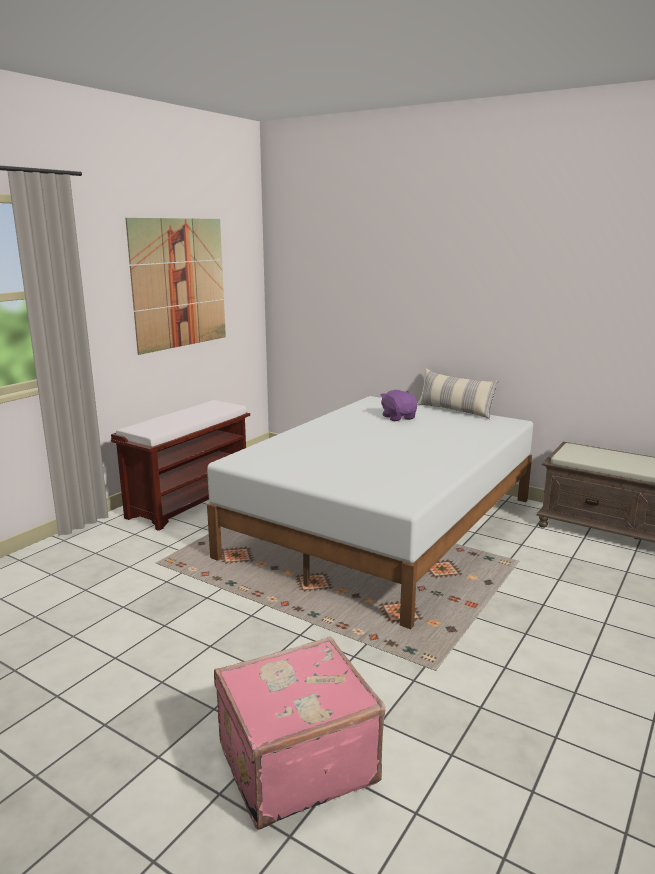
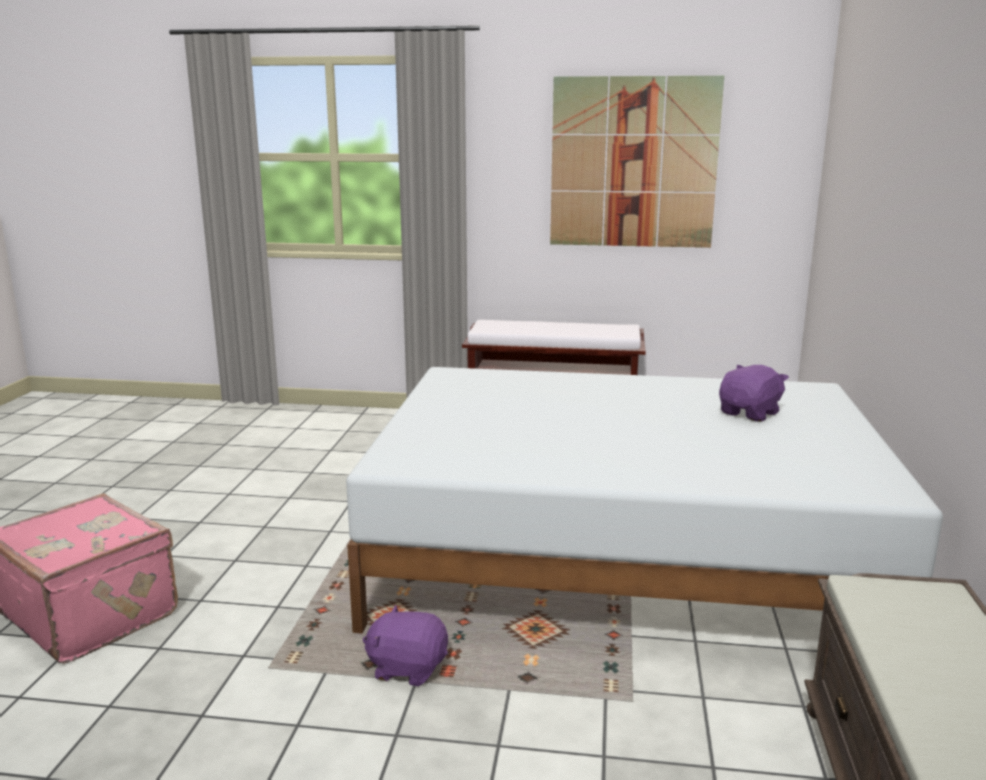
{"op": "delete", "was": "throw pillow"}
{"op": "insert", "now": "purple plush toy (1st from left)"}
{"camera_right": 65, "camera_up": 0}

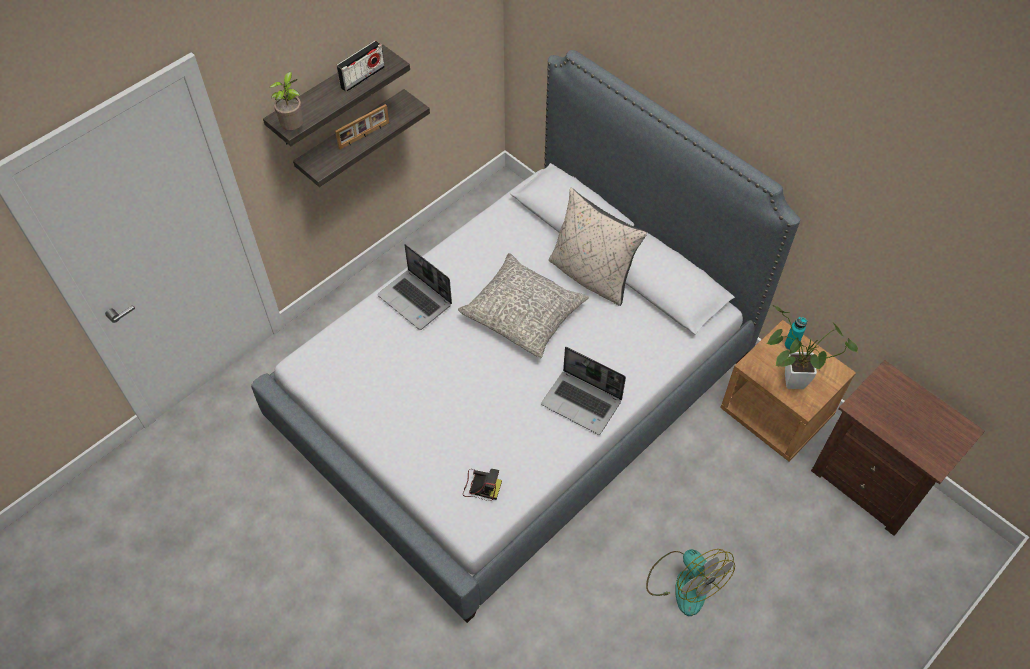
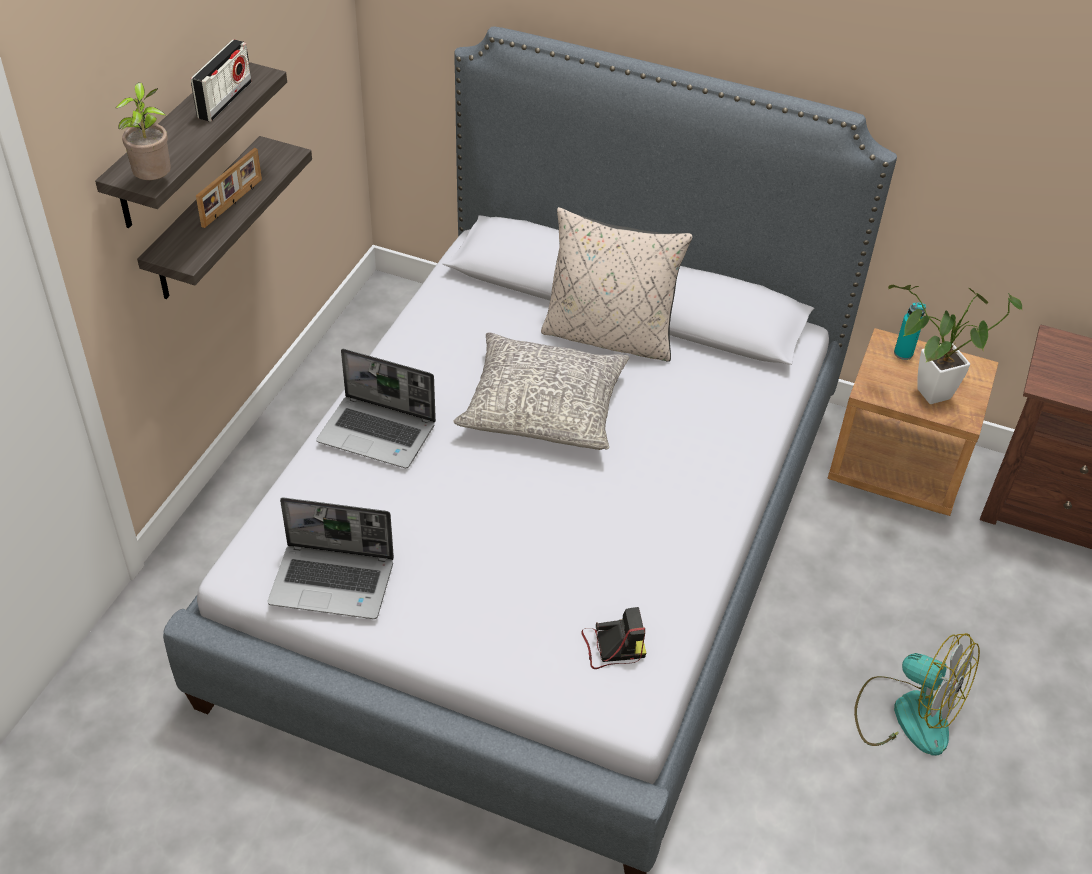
{"op": "move", "was": "portable computer (2nd from left in the first image)", "now": "portable computer (1st from left)"}
{"camera_right": -25, "camera_up": -10}

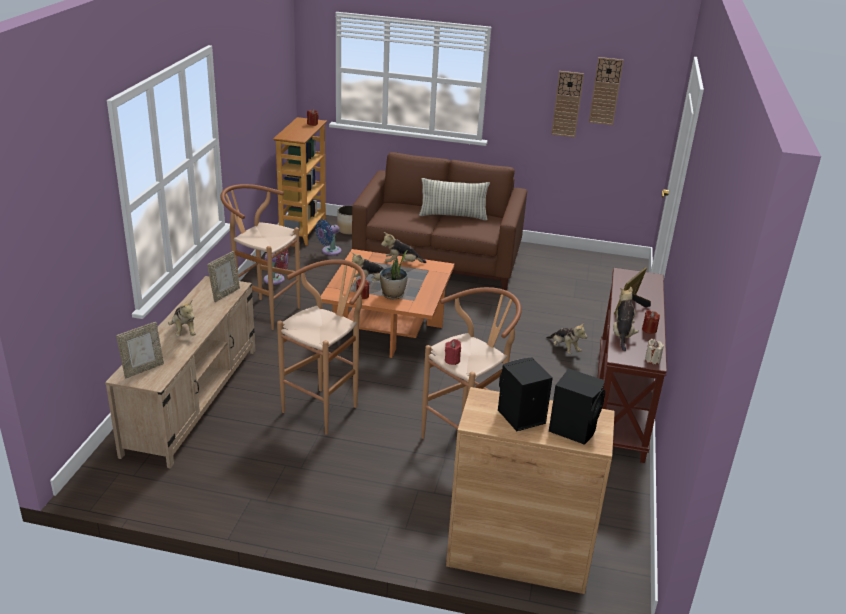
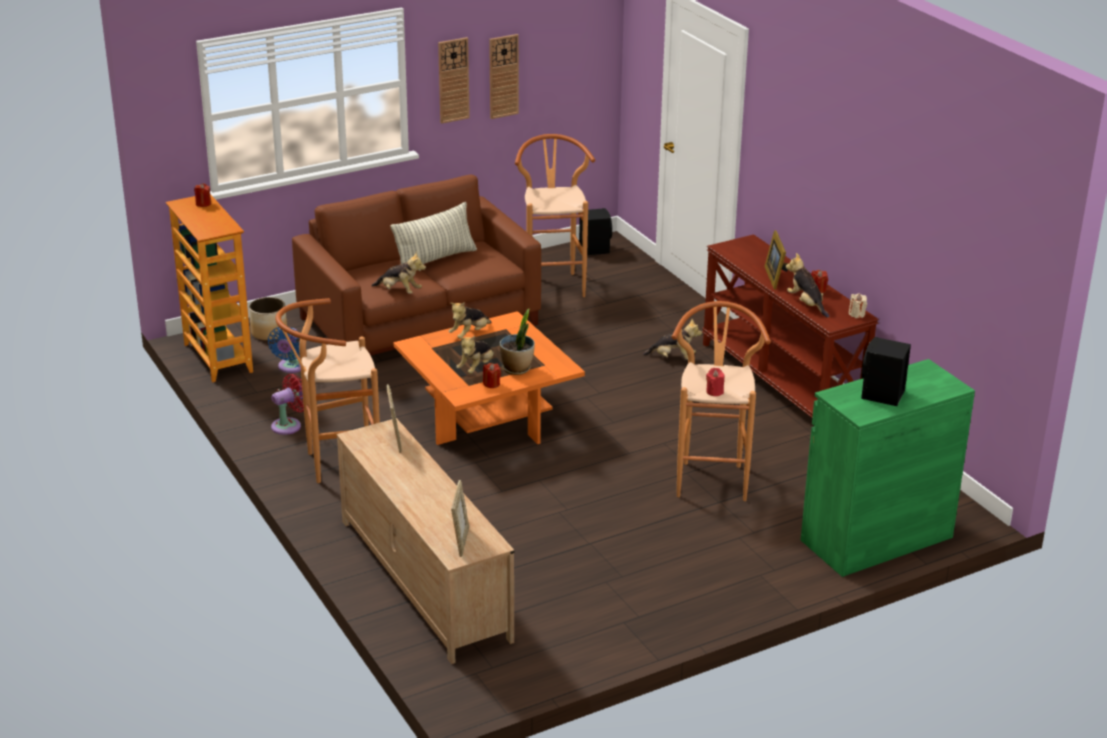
{"op": "move", "was": "plush toy (1st from left)"}
{"op": "move", "was": "brown-coloured sitting stool (2nd from left)"}
{"op": "move", "was": "black speaker (2nd from left in the first image)", "now": "black speaker (1st from left)"}
{"op": "move", "was": "clock on the wall (2nd from left in the first image)", "now": "clock on the wall (1st from left)"}
{"op": "recolor", "was": "brown-coloured storage cabinet", "now": "green-coloured storage cabinet"}
{"camera_right": -40, "camera_up": 0}

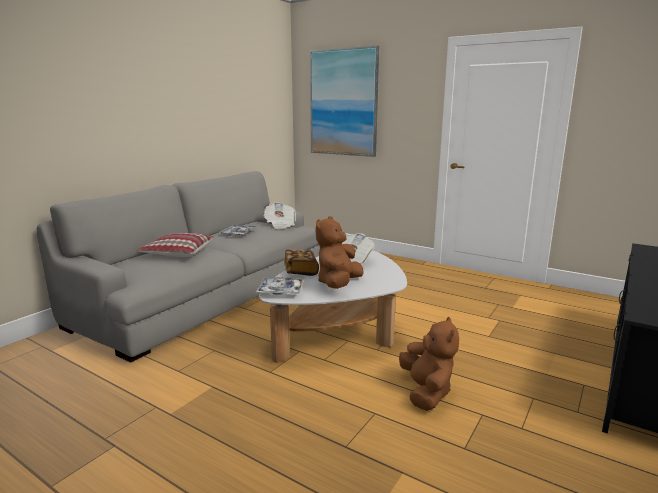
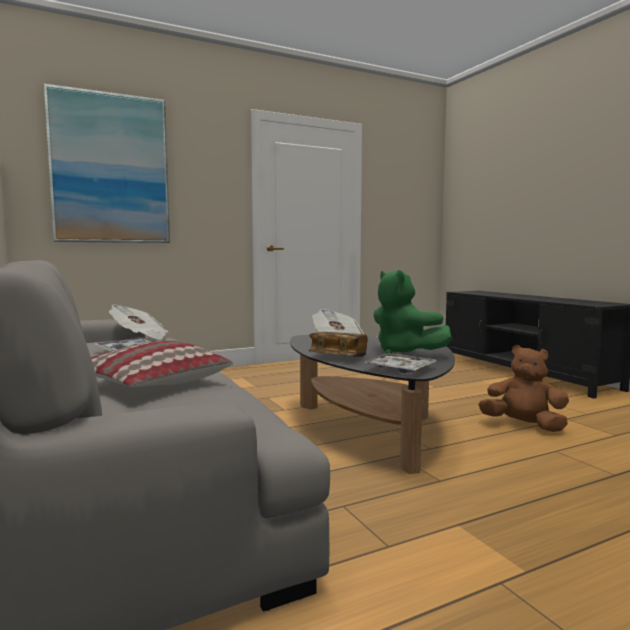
{"op": "recolor", "was": "white-coloured coffee table", "now": "black coffee table"}
{"op": "recolor", "was": "brown-coloured plush toy (1st from left)", "now": "green-coloured plush toy"}
{"camera_right": -60, "camera_up": -10}

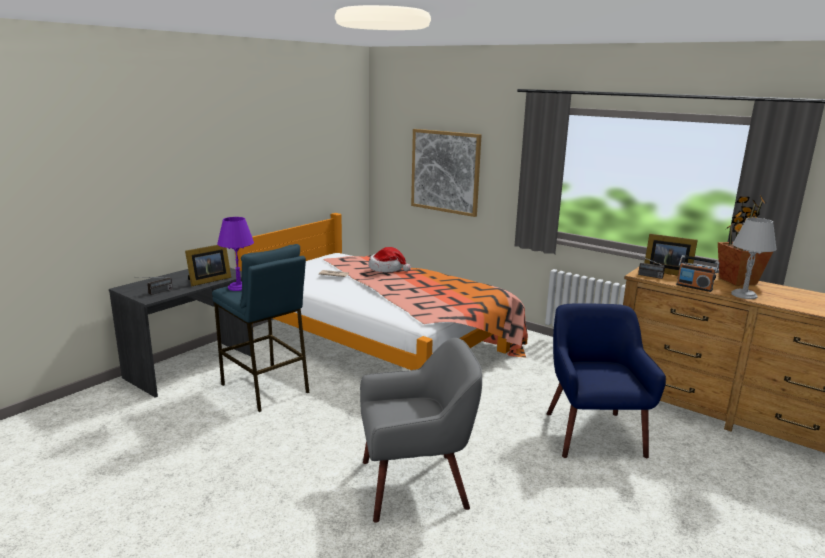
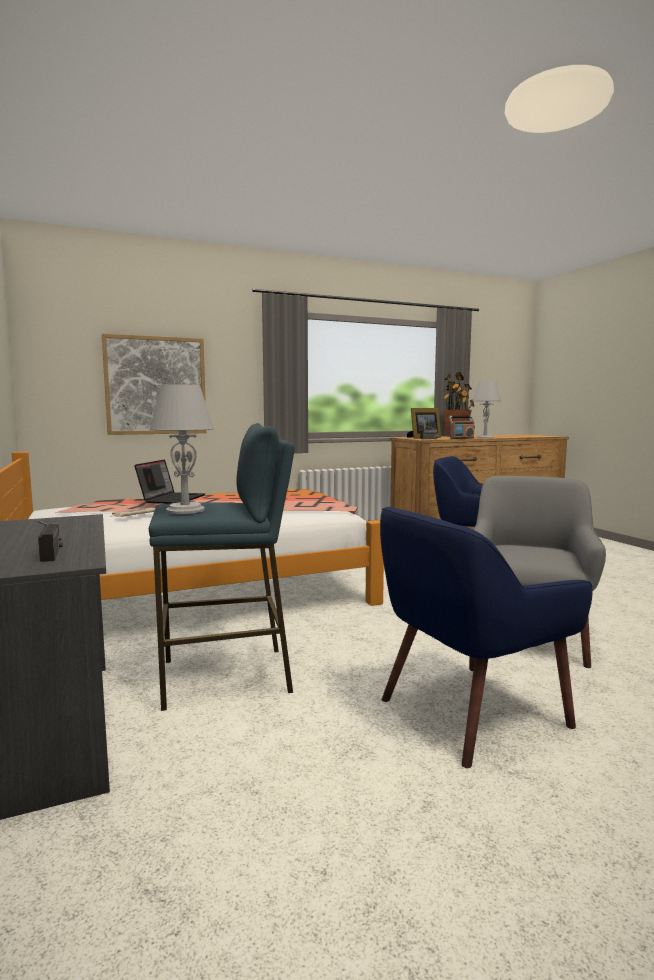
{"op": "delete", "was": "photo frame (1st from left)"}
{"op": "insert", "now": "blue-coloured easy chair (2nd from left)"}
{"op": "replace", "was": "clothing hat", "now": "portable computer"}
{"op": "recolor", "was": "purple tabletop lamp", "now": "gray tabletop lamp (1st from left)"}
{"camera_right": -60, "camera_up": -10}

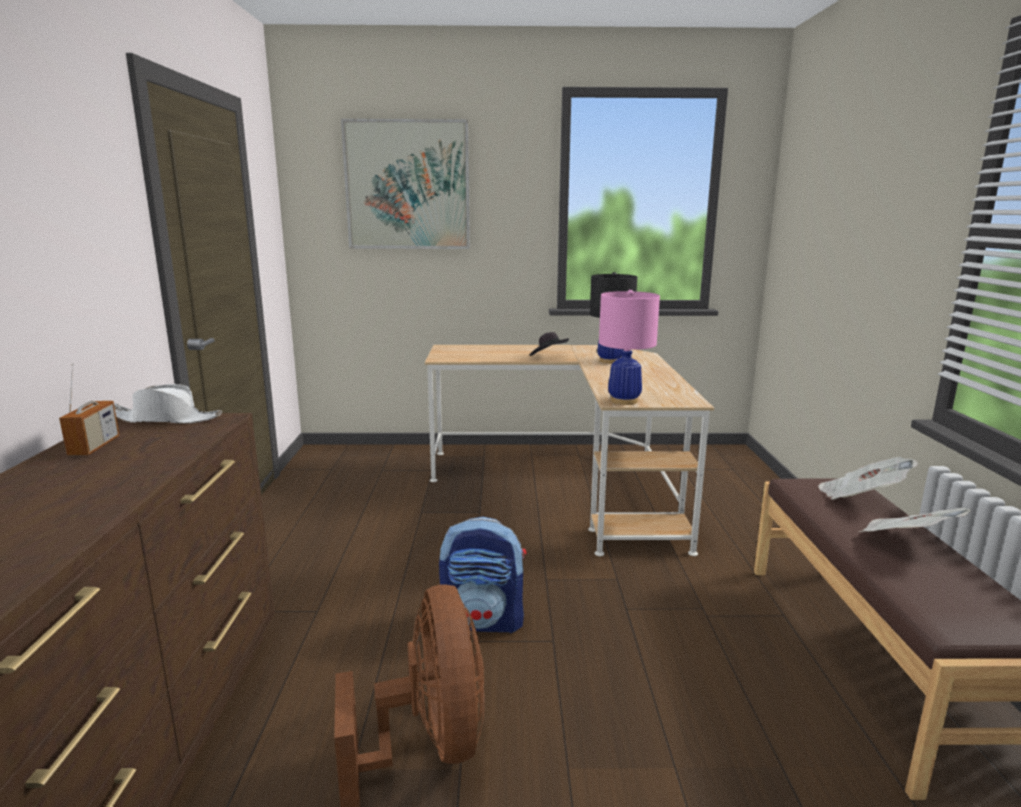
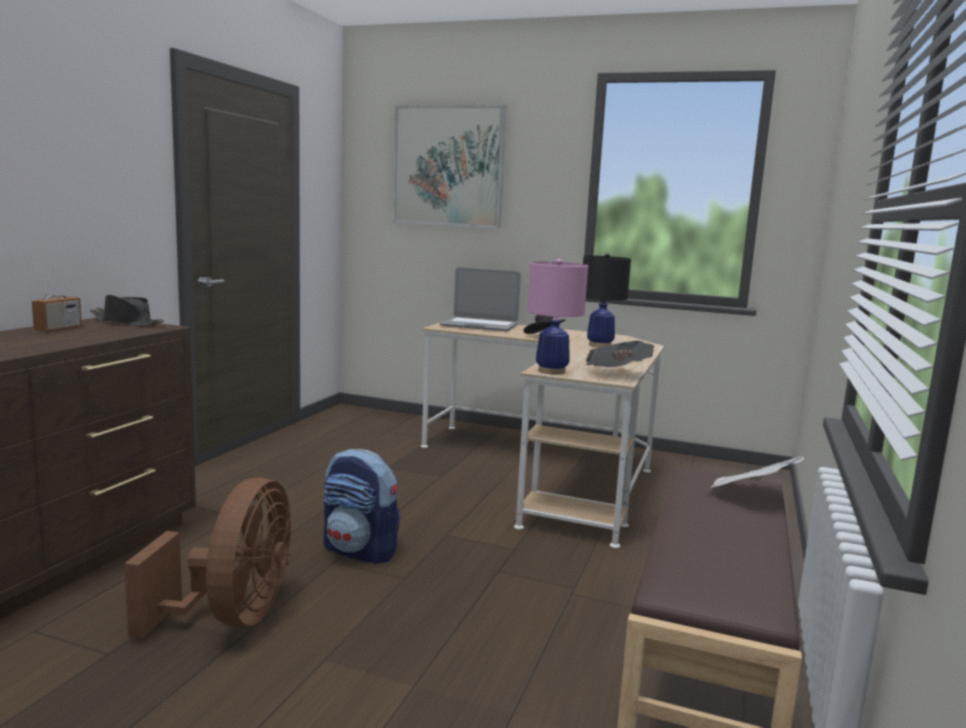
{"op": "insert", "now": "portable computer"}
{"op": "move", "was": "daily paper (2nd from left in the first image)", "now": "daily paper (1st from left)"}
{"op": "recolor", "was": "white-coloured clothing hat", "now": "black clothing hat (1st from left)"}
{"camera_right": 20, "camera_up": -5}

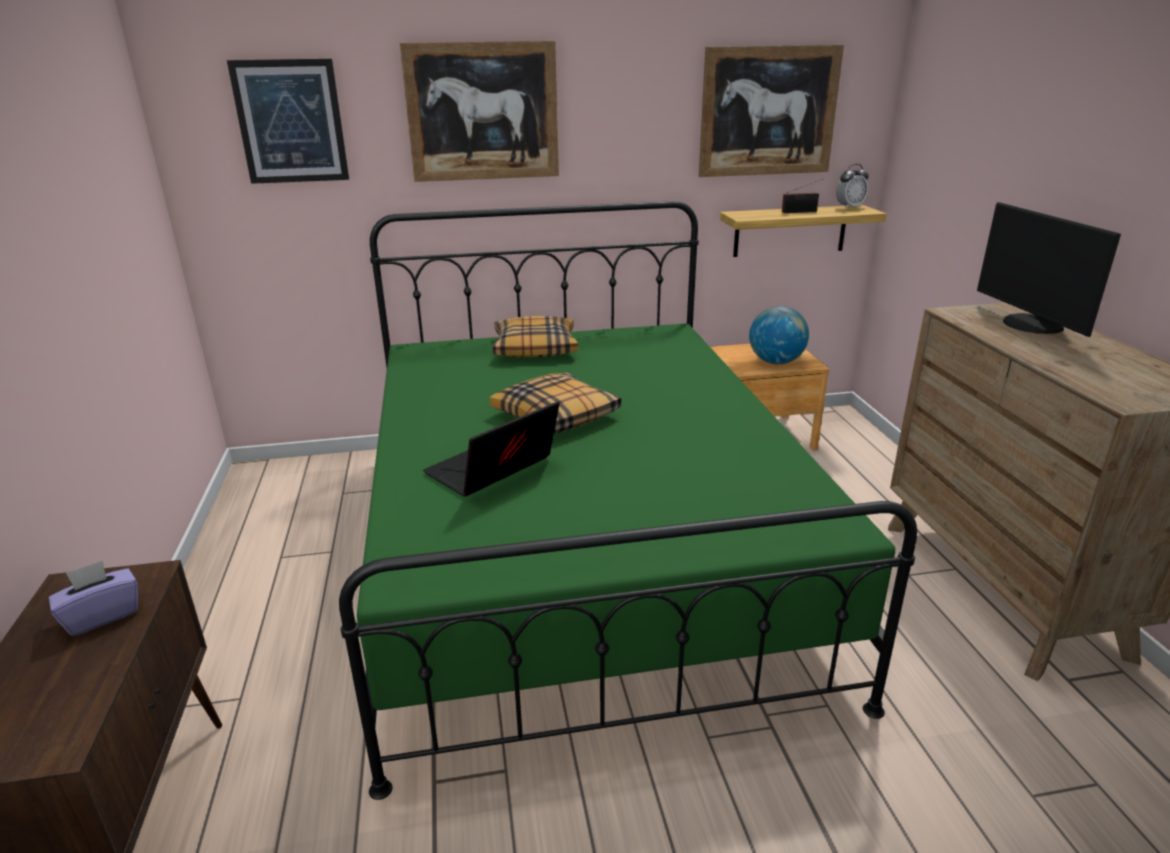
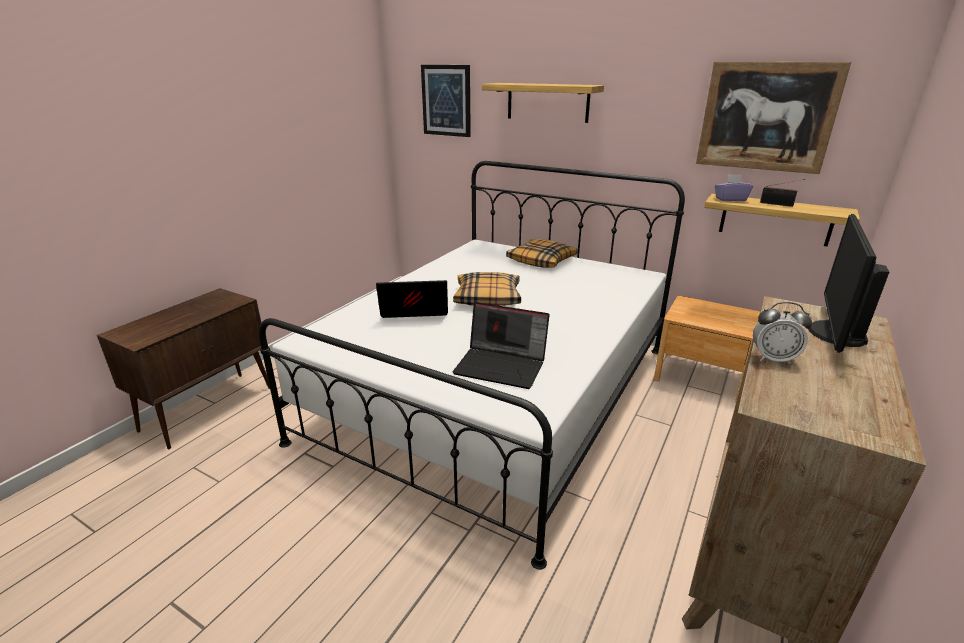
{"op": "delete", "was": "globe"}
{"op": "insert", "now": "portable computer (2nd from left)"}
{"op": "move", "was": "purple tissue holder"}
{"op": "move", "was": "table clock"}
{"op": "replace", "was": "wall art (2nd from left)", "now": "wall shelf (1st from left)"}
{"op": "recolor", "was": "green-coloured bed", "now": "white-coloured bed"}
{"camera_right": 40, "camera_up": 0}

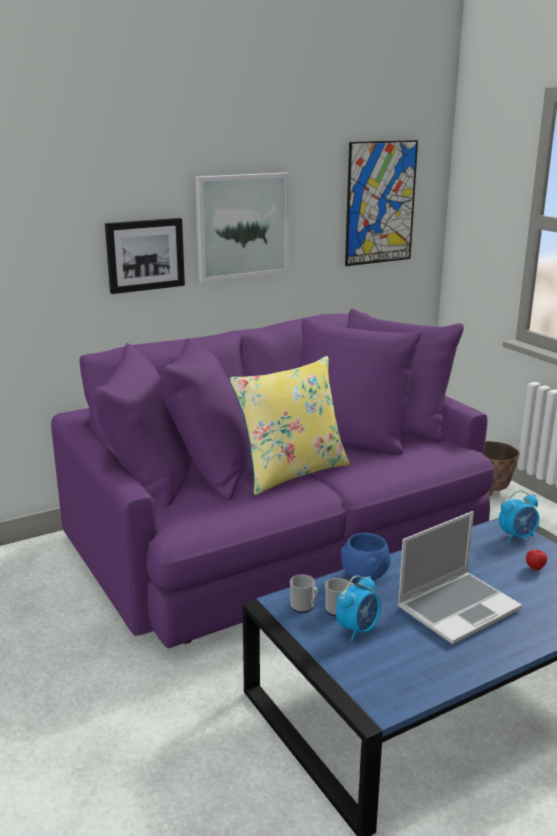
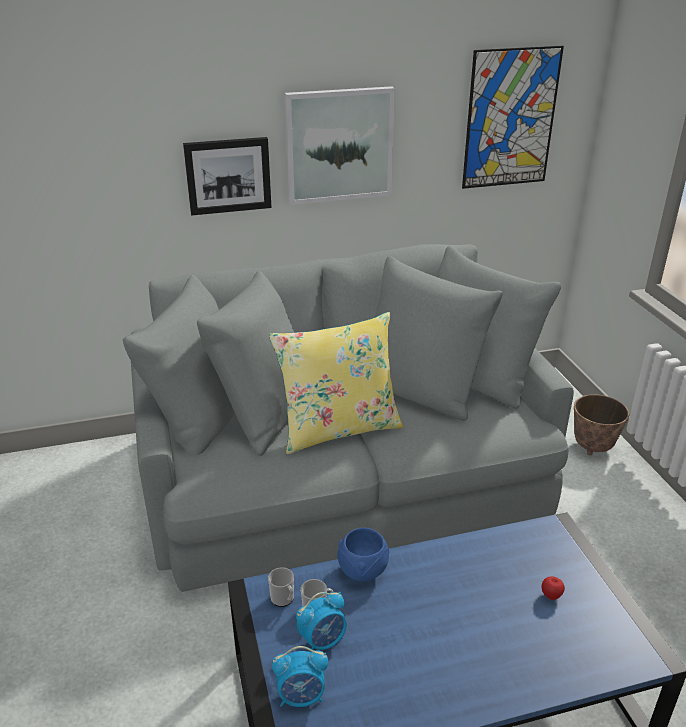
{"op": "delete", "was": "portable computer"}
{"op": "move", "was": "table clock (2nd from left in the first image)", "now": "table clock (1st from left)"}
{"op": "recolor", "was": "purple couch", "now": "gray couch"}
{"camera_right": 15, "camera_up": 10}

